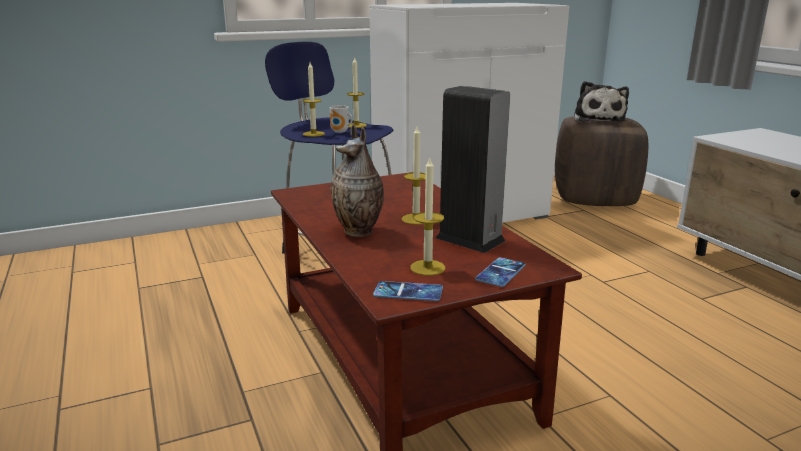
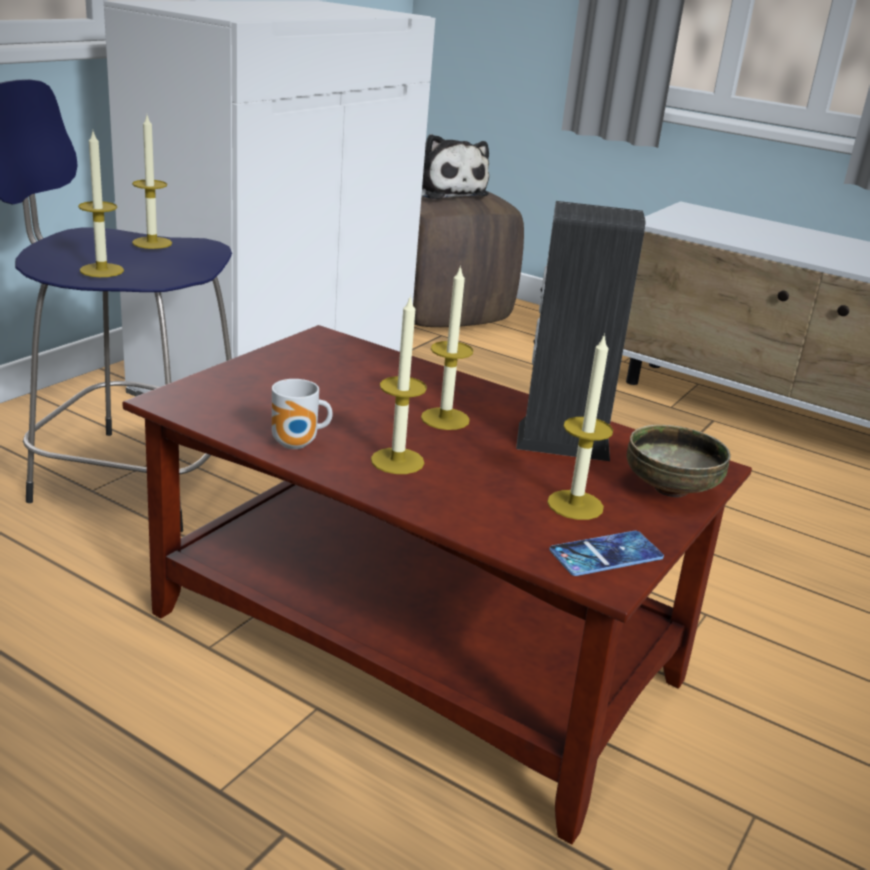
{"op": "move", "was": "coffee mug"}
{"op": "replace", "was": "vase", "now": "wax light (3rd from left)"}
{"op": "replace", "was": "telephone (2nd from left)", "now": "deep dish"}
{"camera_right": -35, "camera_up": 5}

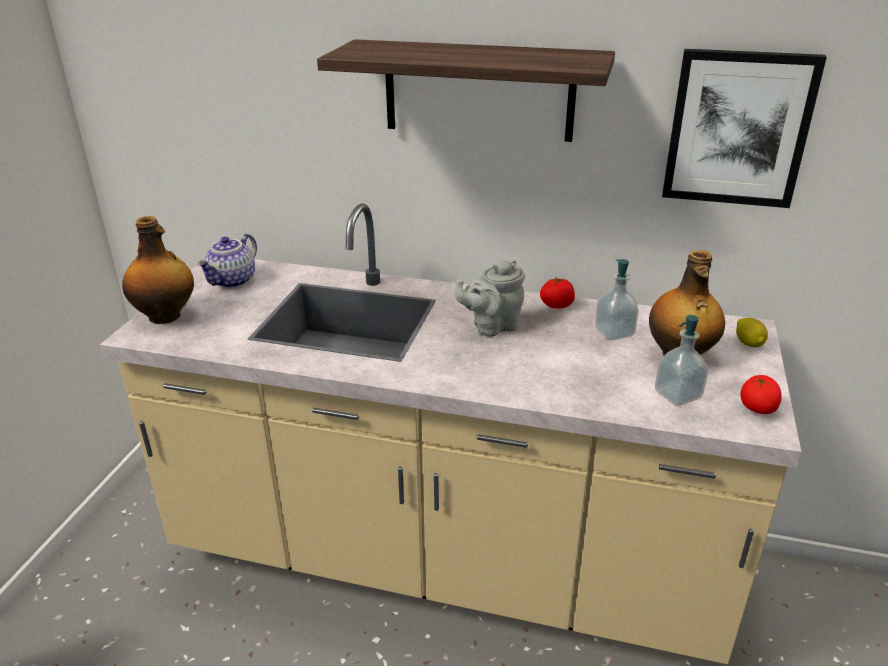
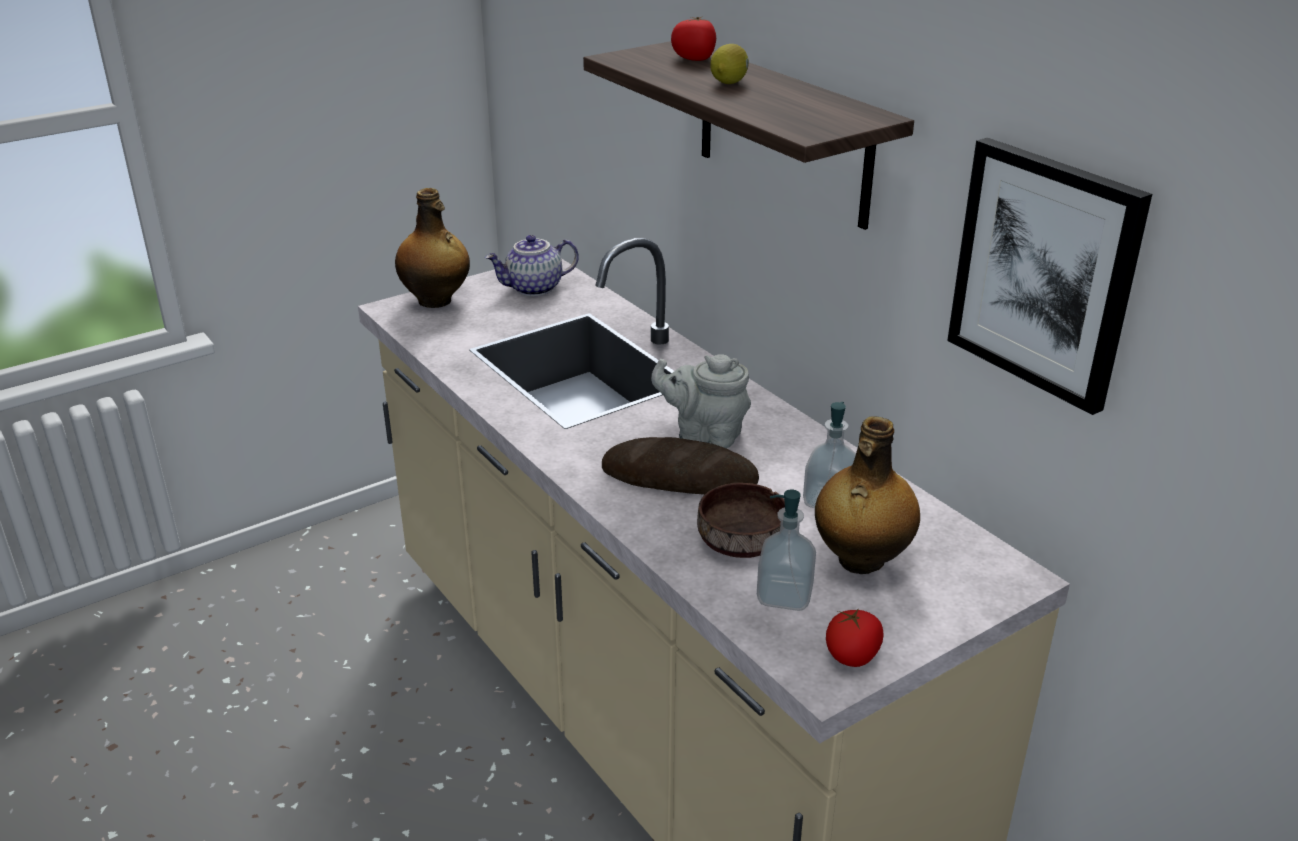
{"op": "insert", "now": "bread"}
{"op": "insert", "now": "brown-coloured deep dish"}
{"op": "move", "was": "whole tomato (1st from left)"}
{"op": "move", "was": "lemon"}
{"camera_right": 40, "camera_up": 0}

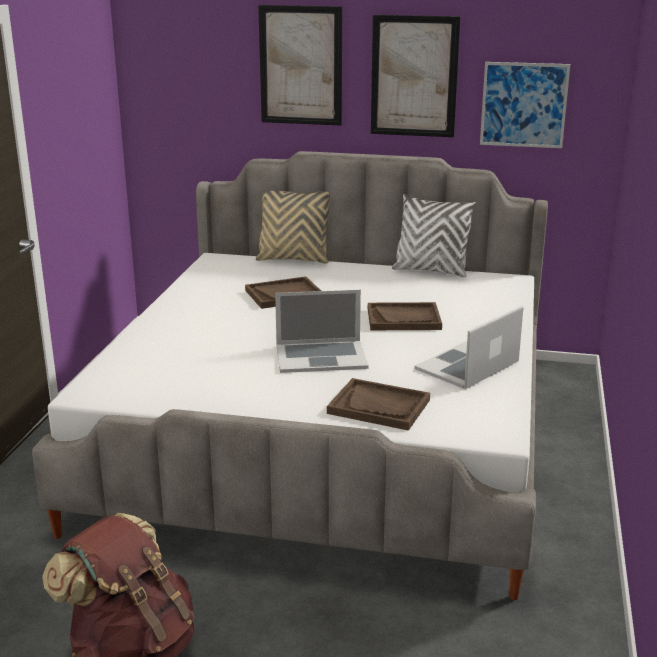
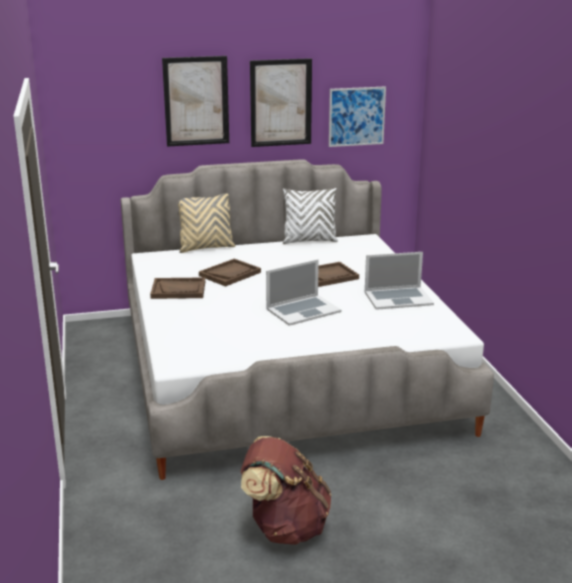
{"op": "move", "was": "brown-coloured serving tray (2nd from left in the first image)", "now": "brown-coloured serving tray (1st from left)"}
{"op": "rotate", "was": "portable computer (2nd from left)", "clockwise": -120}
{"camera_right": -25, "camera_up": 0}

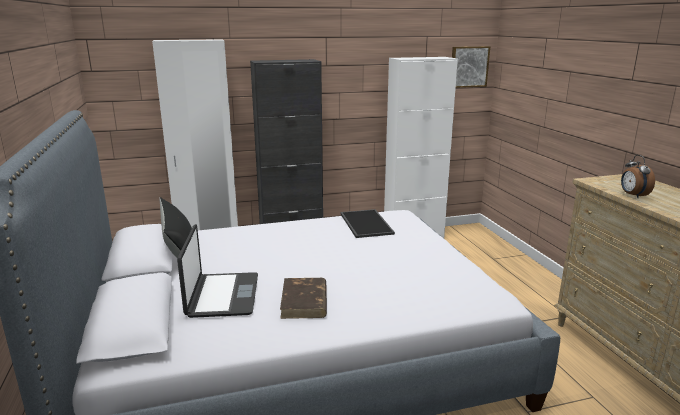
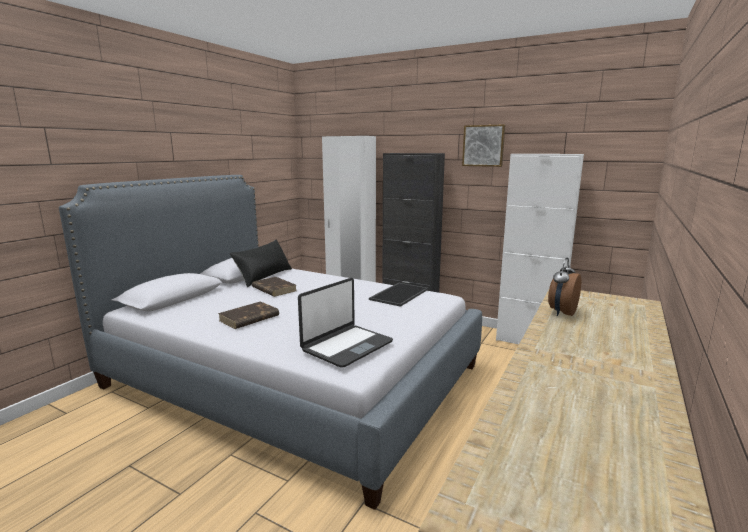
{"op": "insert", "now": "brown-coloured book (2nd from left)"}
{"op": "move", "was": "portable computer"}
{"op": "move", "was": "wall art"}
{"camera_right": 45, "camera_up": -5}

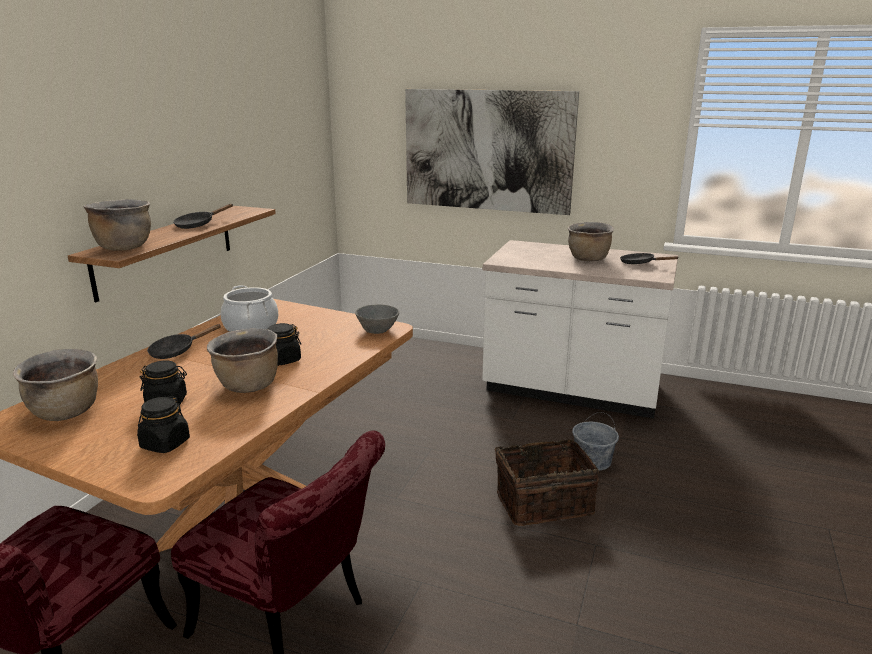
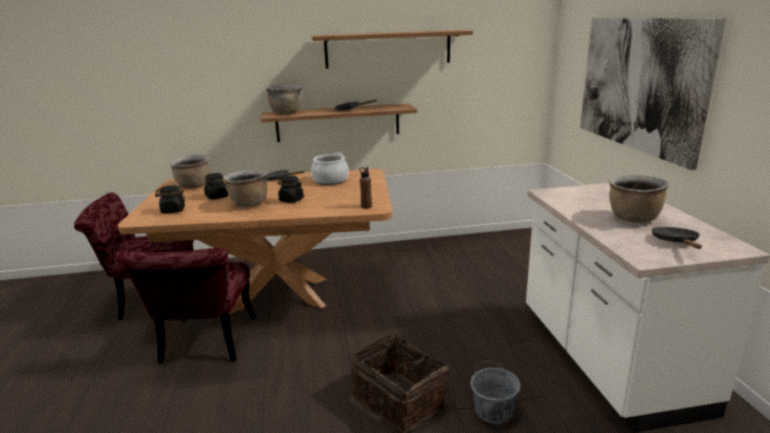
{"op": "insert", "now": "wall shelf (2nd from left)"}
{"op": "replace", "was": "gray deep dish", "now": "brown-coloured bottle"}
{"camera_right": 60, "camera_up": 0}

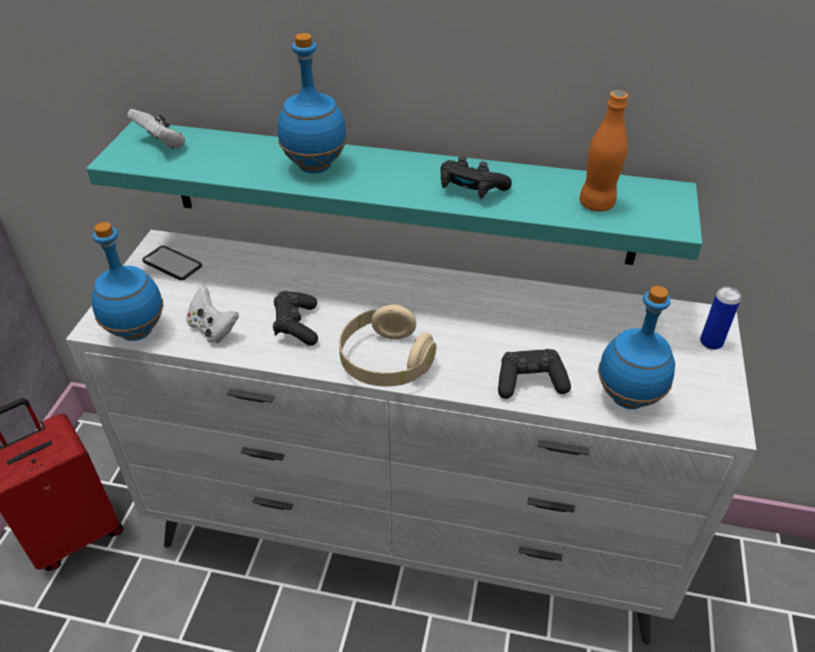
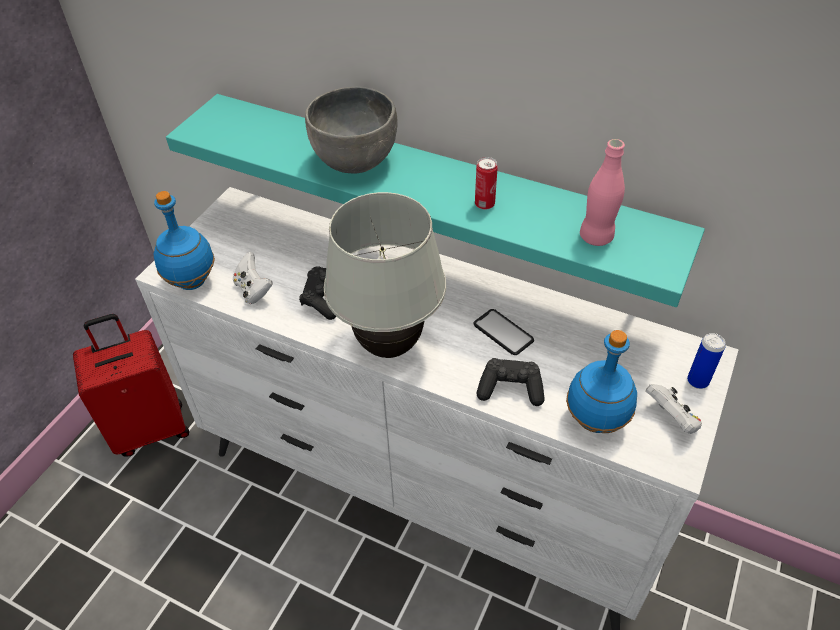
{"op": "move", "was": "white-coloured joypad (1st from left in the first image)", "now": "white-coloured joypad (2nd from left)"}
{"op": "move", "was": "telephone"}
{"op": "replace", "was": "blue-coloured bottle (2nd from left)", "now": "gray deep dish"}
{"op": "replace", "was": "beige-coloured headphones", "now": "white-coloured tabletop lamp"}
{"op": "replace", "was": "black joypad (2nd from left)", "now": "can (1st from left)"}
{"op": "recolor", "was": "orange-coloured bottle", "now": "pink bottle"}
{"camera_right": 15, "camera_up": 5}

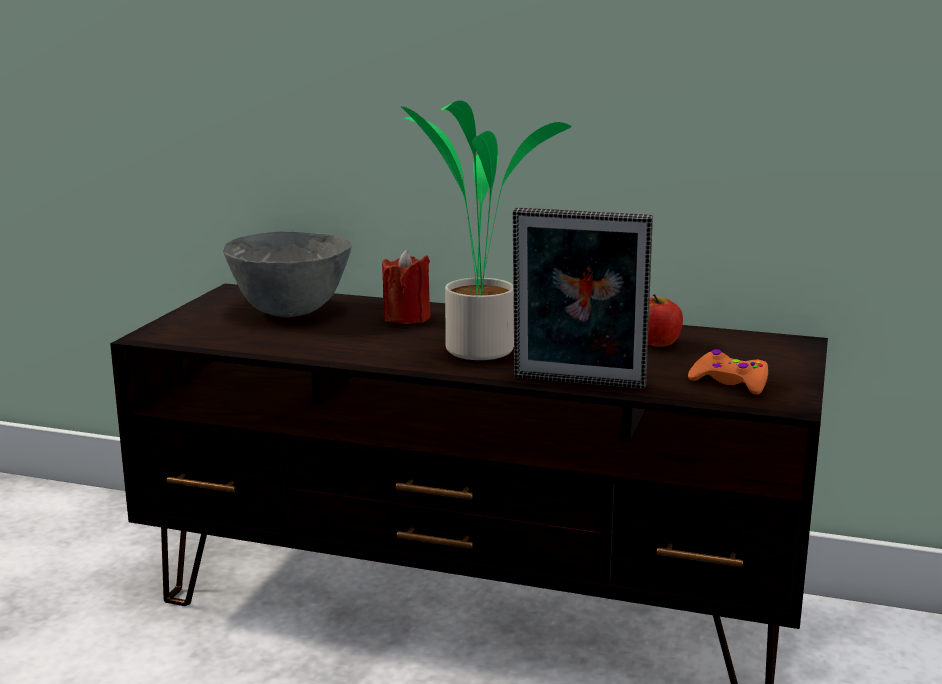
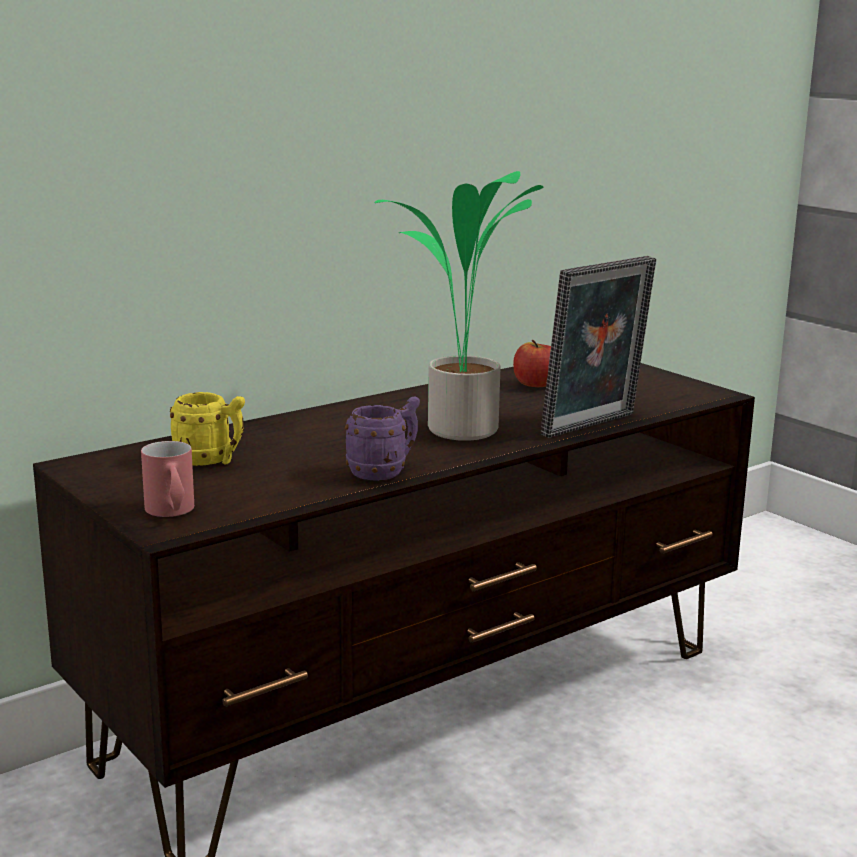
{"op": "delete", "was": "red-coloured wax light"}
{"op": "delete", "was": "orange-coloured joypad"}
{"op": "insert", "now": "red-coloured coffee mug"}
{"op": "insert", "now": "purple coffee mug"}
{"op": "replace", "was": "gray deep dish", "now": "yellow coffee mug"}
{"camera_right": -55, "camera_up": 0}

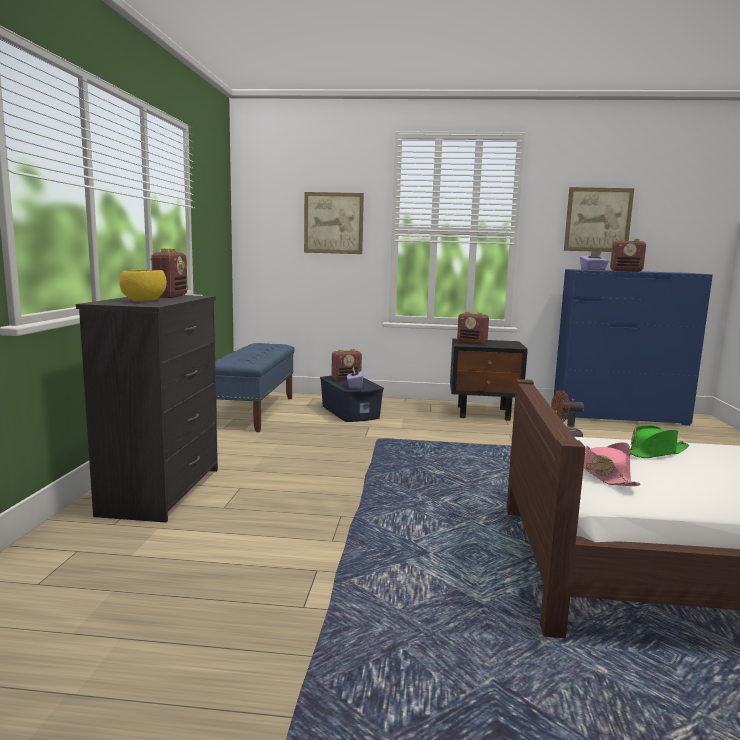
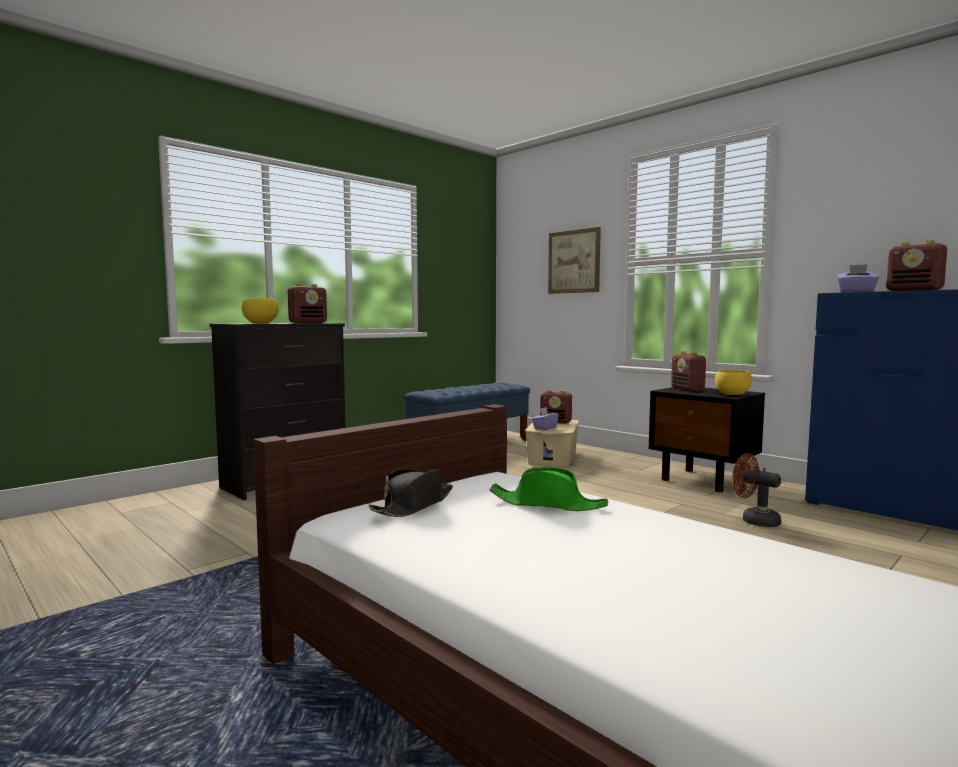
{"op": "delete", "was": "wall art (2nd from left)"}
{"op": "insert", "now": "yellow deep dish (2nd from left)"}
{"op": "recolor", "was": "blue-coloured storage container", "now": "beige-coloured storage container"}
{"op": "recolor", "was": "pink clothing hat", "now": "black clothing hat"}
{"camera_right": 40, "camera_up": -5}

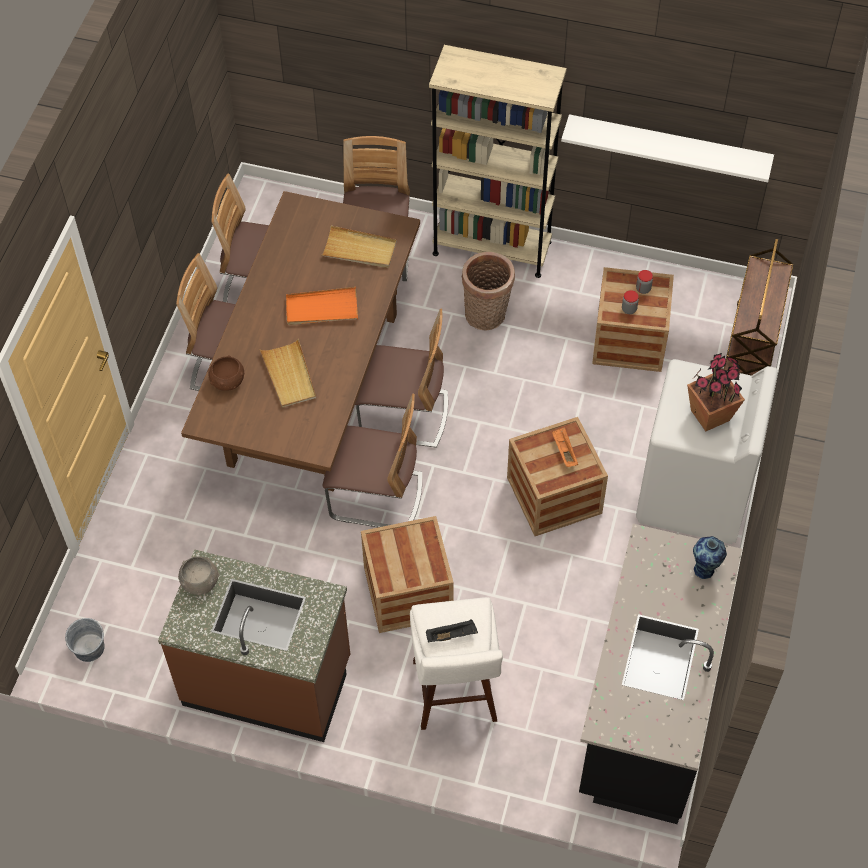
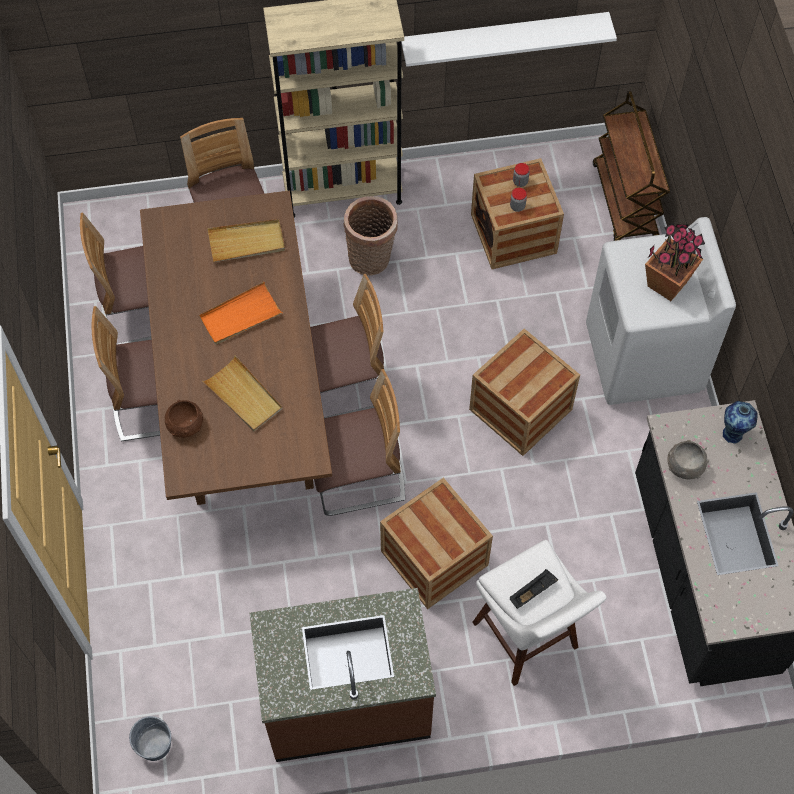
{"op": "delete", "was": "orange-coloured serving tray (2nd from left)"}
{"op": "move", "was": "gray deep dish"}
{"camera_right": -25, "camera_up": 5}

